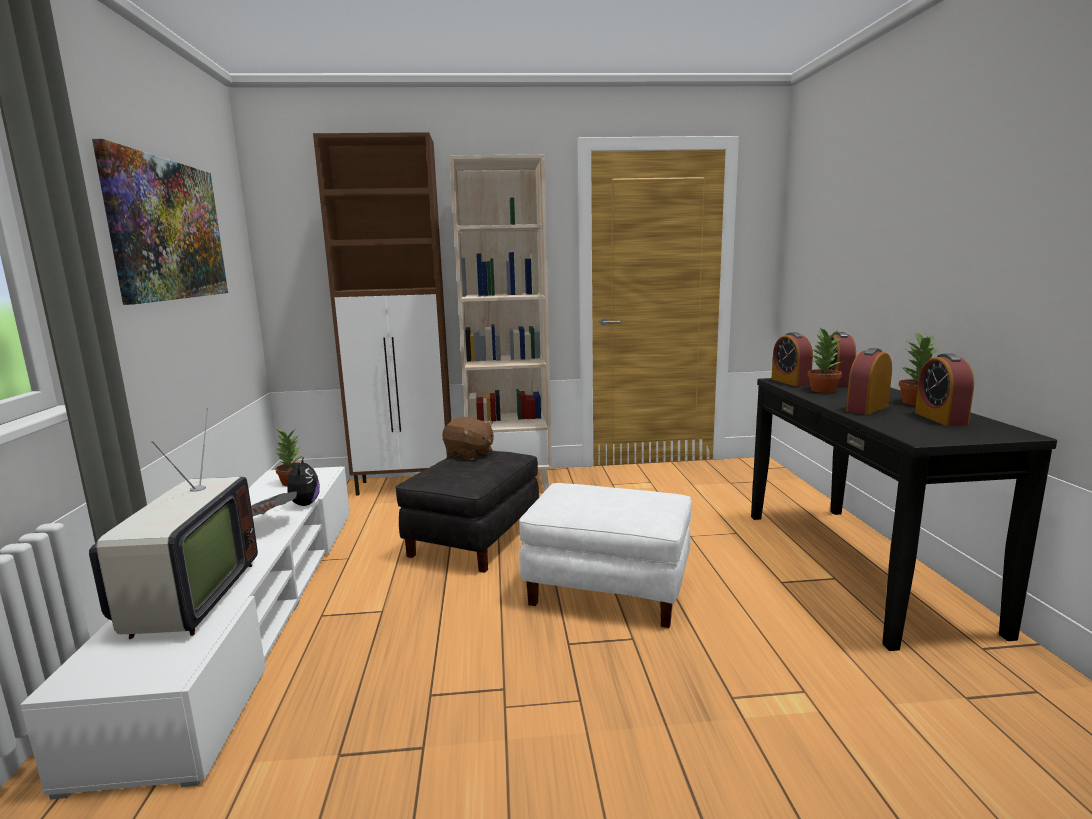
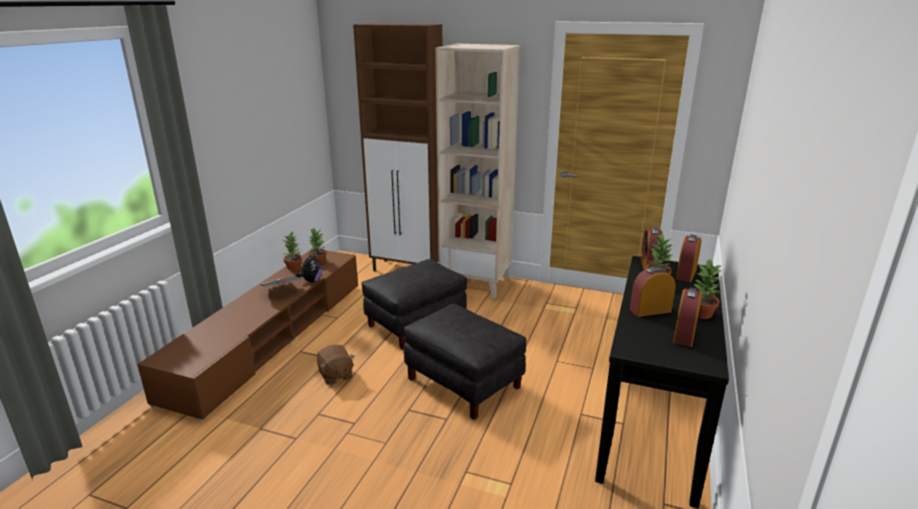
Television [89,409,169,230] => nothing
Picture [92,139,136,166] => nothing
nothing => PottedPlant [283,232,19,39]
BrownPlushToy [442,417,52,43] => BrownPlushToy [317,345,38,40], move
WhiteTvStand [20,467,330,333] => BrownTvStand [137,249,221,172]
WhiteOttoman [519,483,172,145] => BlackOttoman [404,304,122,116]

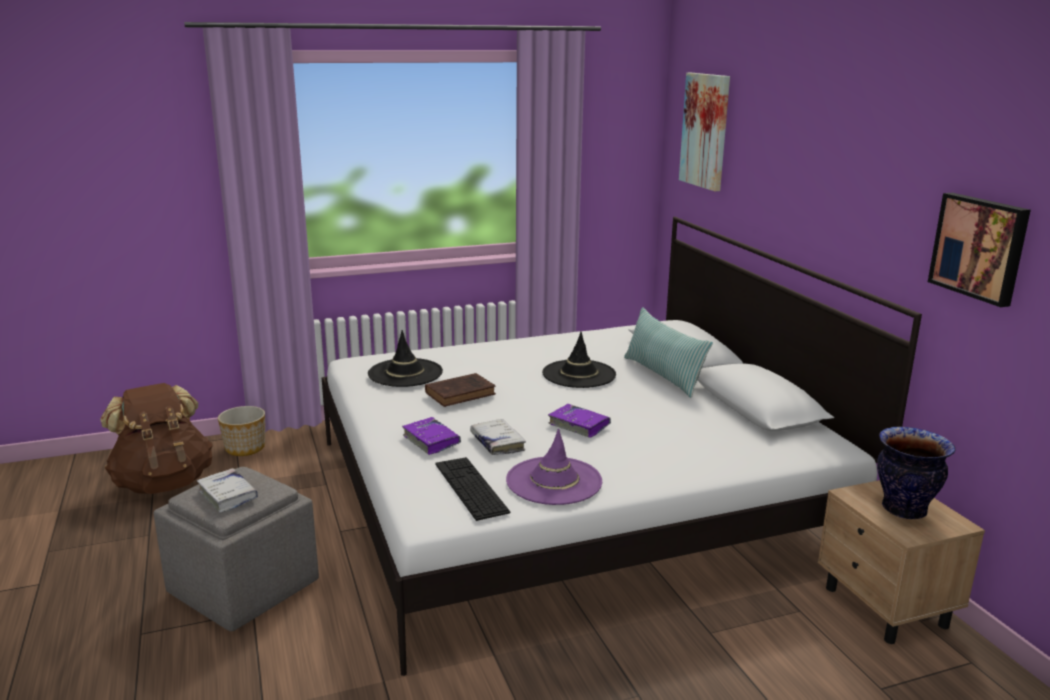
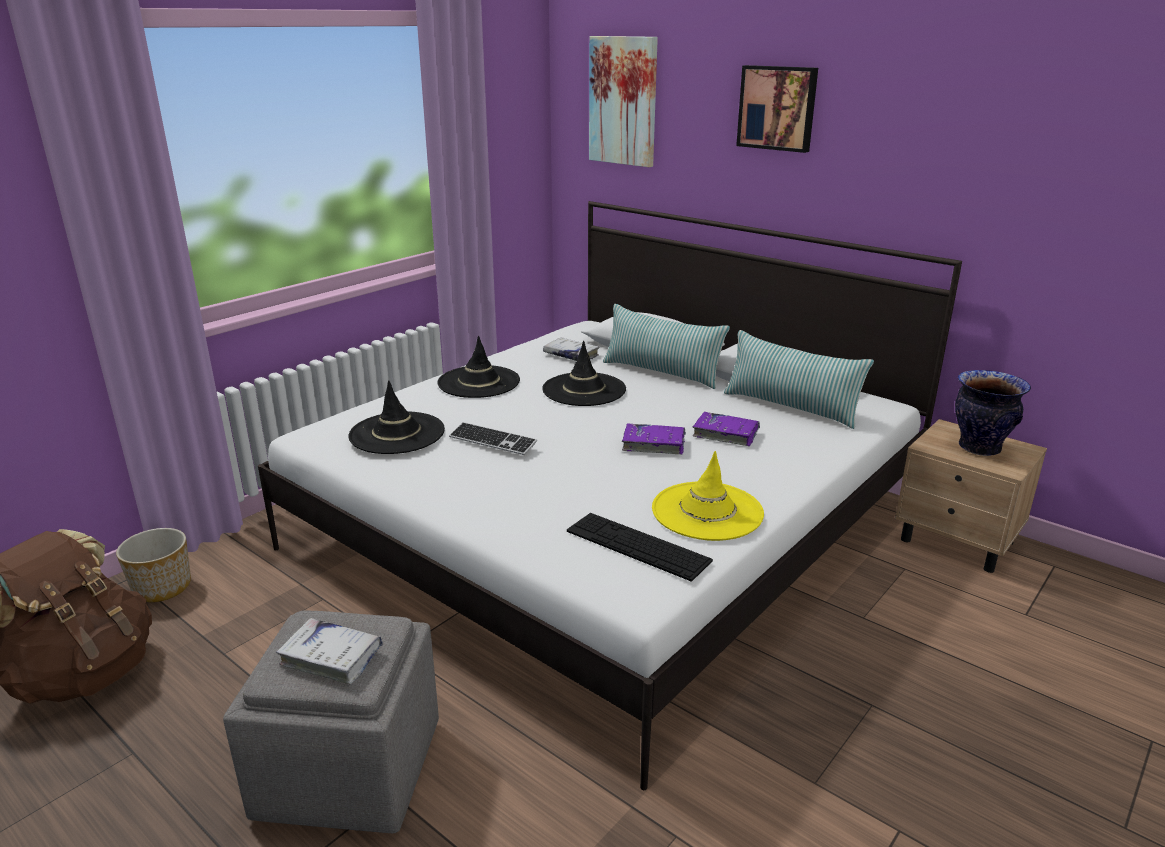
nothing => BlackHat [438,335,82,63]
nothing => Pillow [724,330,150,99]
PurpleBook [402,417,59,38] => PurpleBook [693,412,67,34], move
WhiteBook [470,419,56,36] => WhiteBook [543,337,56,24], move
Picture [928,193,103,114] => Picture [736,65,82,88], move
BrownBook [425,373,71,34] => Keyboard [449,422,88,33]
PurpleHat [506,428,96,77] => YellowHat [652,451,112,90]

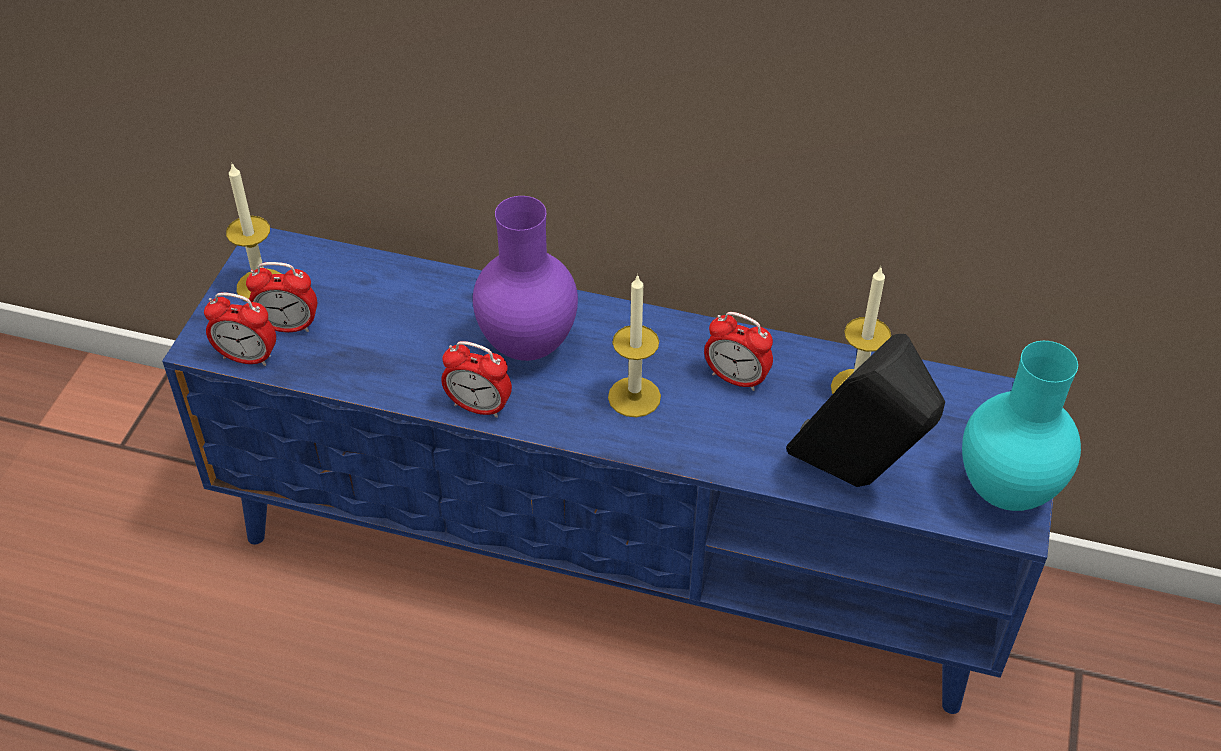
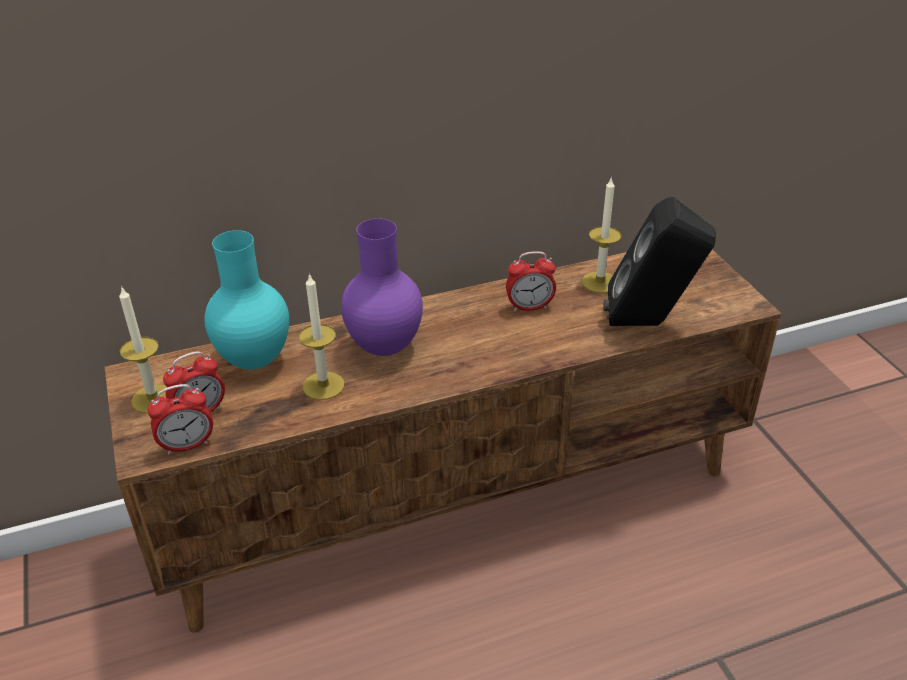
AlarmClock [441,341,71,77] => nothing
Candle [608,274,53,143] => Candle [299,273,45,127], move
TurquoiseVase [962,341,119,170] => TurquoiseVase [204,230,85,140], move
BlueTvStand [162,228,891,486] => BrownTvStand [105,249,676,384]

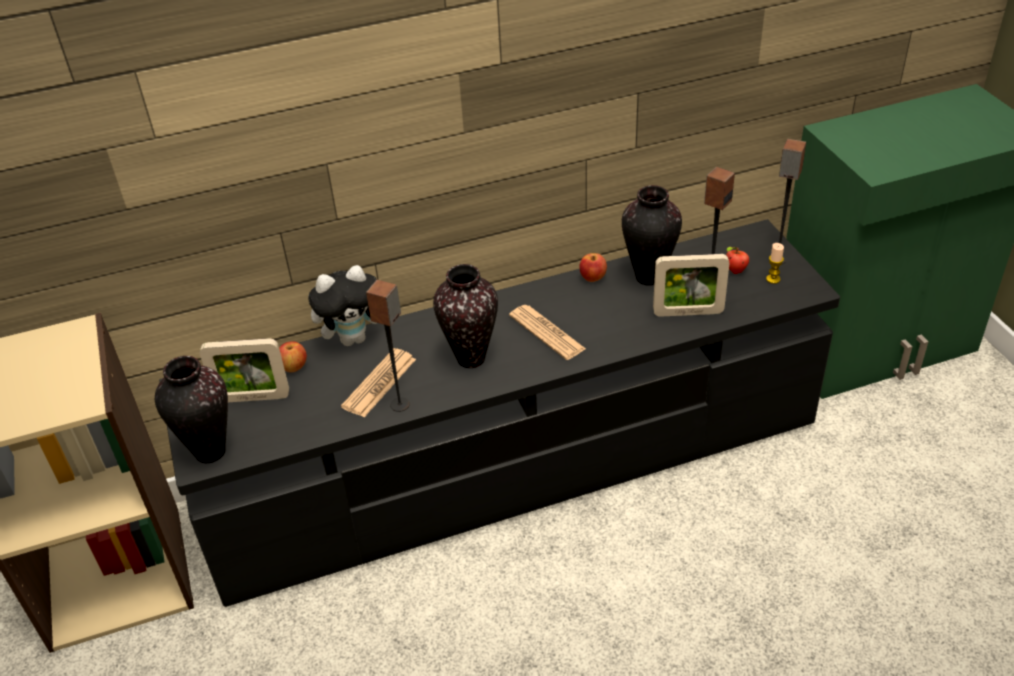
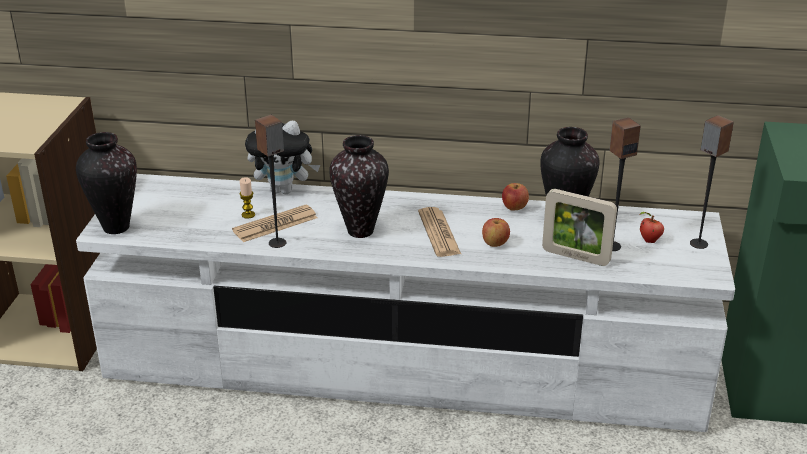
PictureFrame [200,338,89,64] => nothing
Apple [279,341,28,31] => Apple [482,218,28,29], move
Candle [766,243,18,41] => Candle [240,177,15,42], move
BlackTvStand [159,219,681,388] => WhiteTvStand [76,174,659,258]

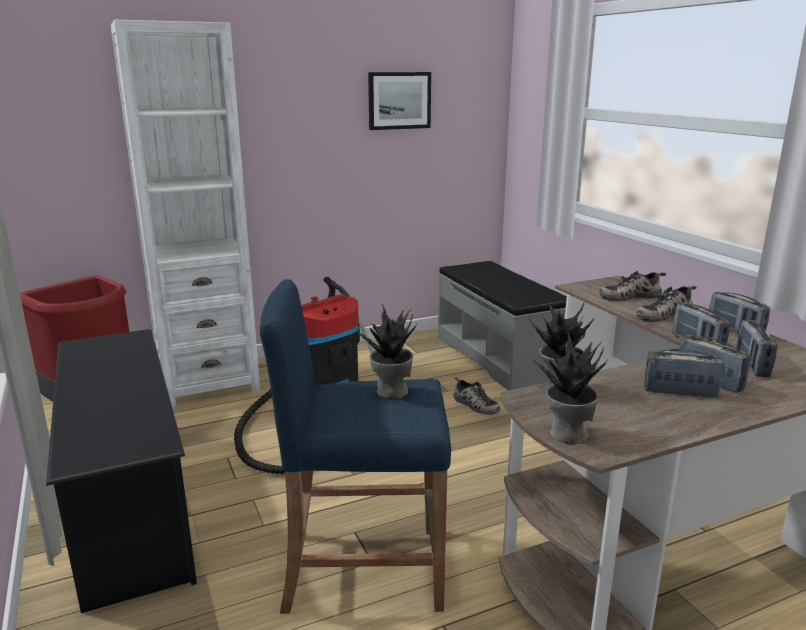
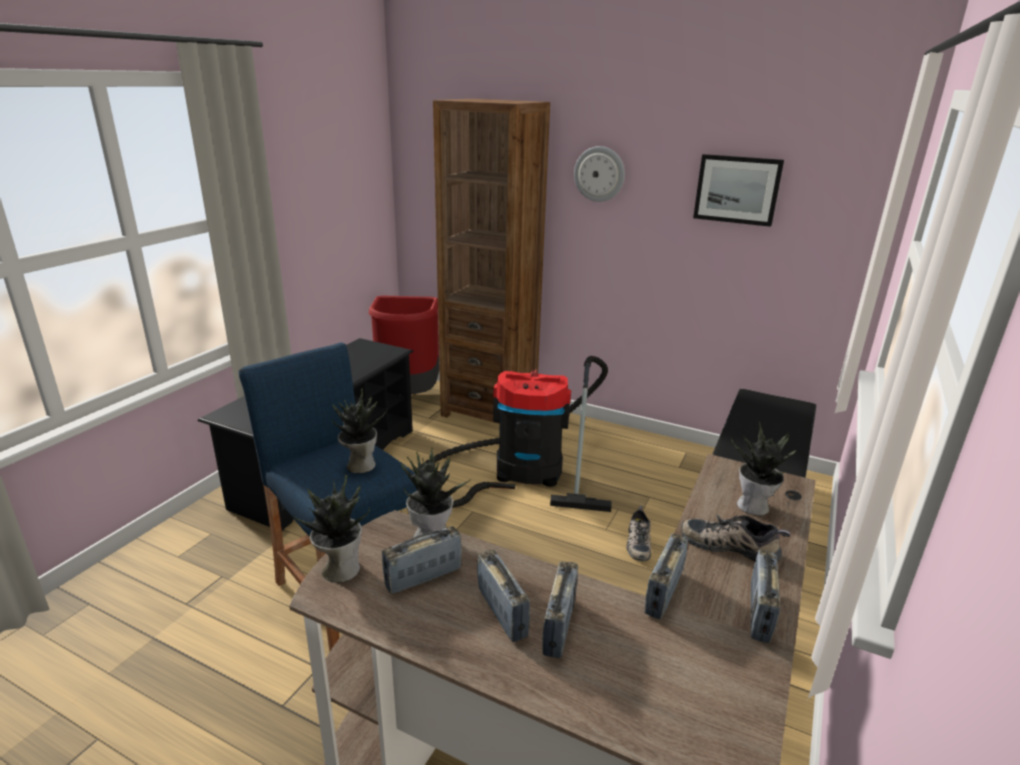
nothing => WallClock [574,146,51,56]
Radio [737,320,41,57] => Radio [382,526,80,68], move
Shoe [599,271,67,30] => PottedPlant [731,422,65,93]
WhiteBookcase [111,20,149,388] => BrownBookcase [433,99,117,325]

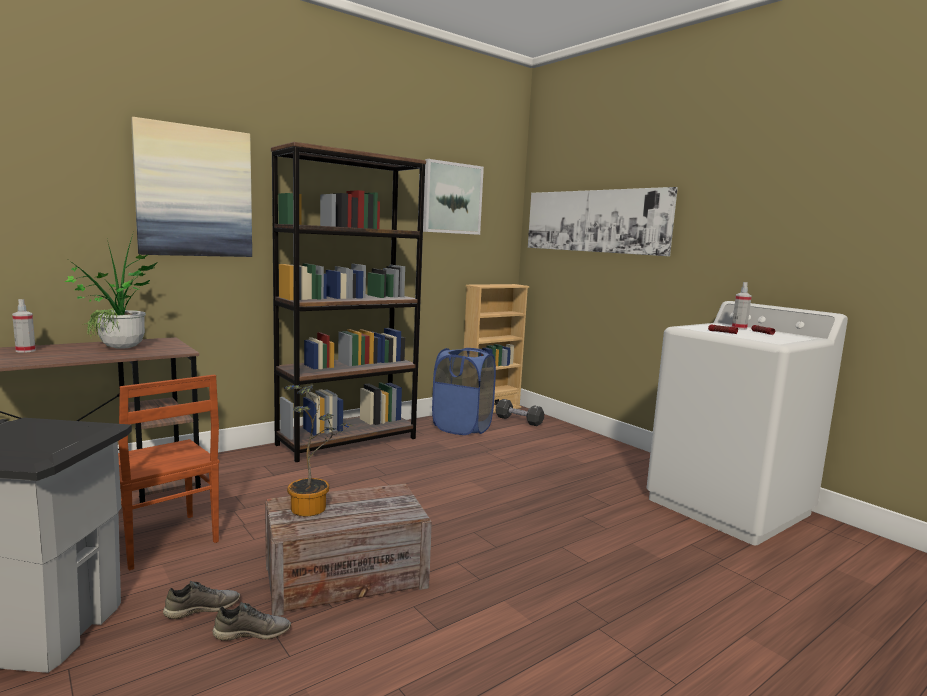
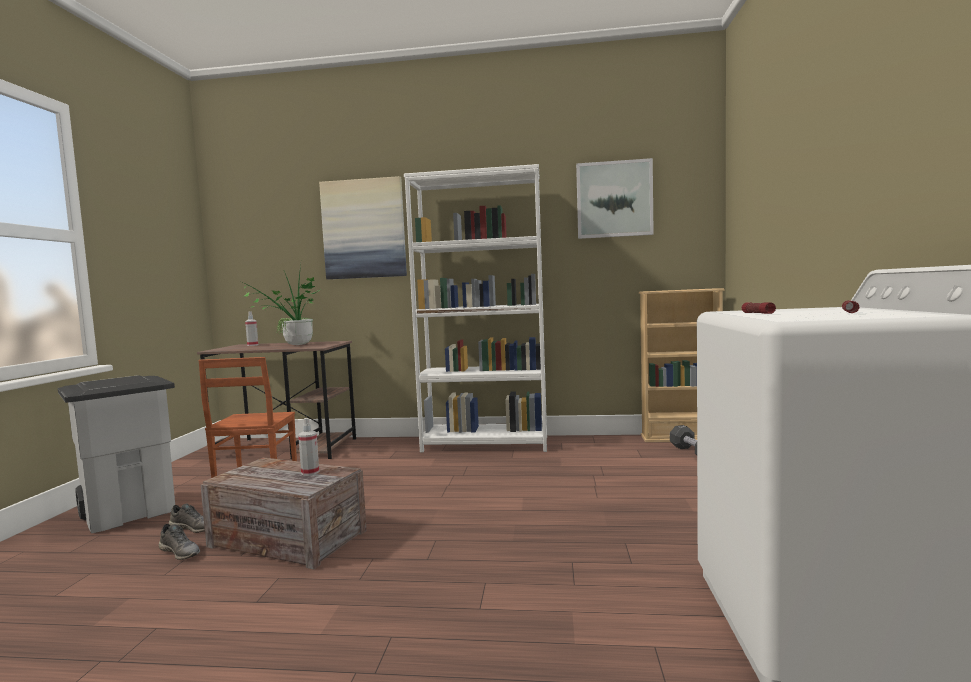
PottedPlant [285,385,69,131] => nothing
BlueLaundryBasket [432,348,64,87] => nothing
Picture [528,187,150,69] => nothing
SprayBottle [732,282,20,48] => SprayBottle [298,418,21,58], move
BrownBookcase [271,142,155,320] => WhiteBookcase [404,164,143,289]

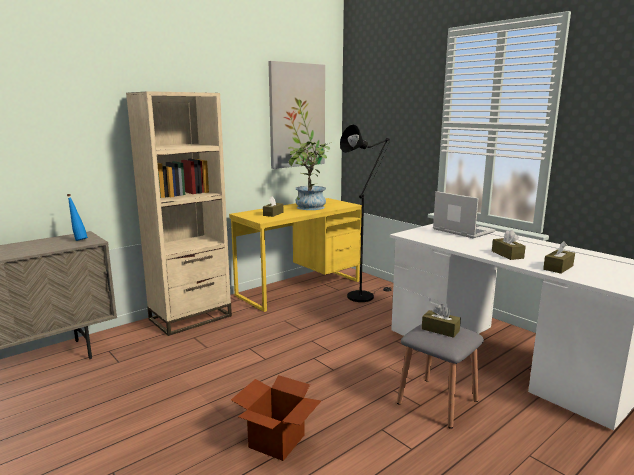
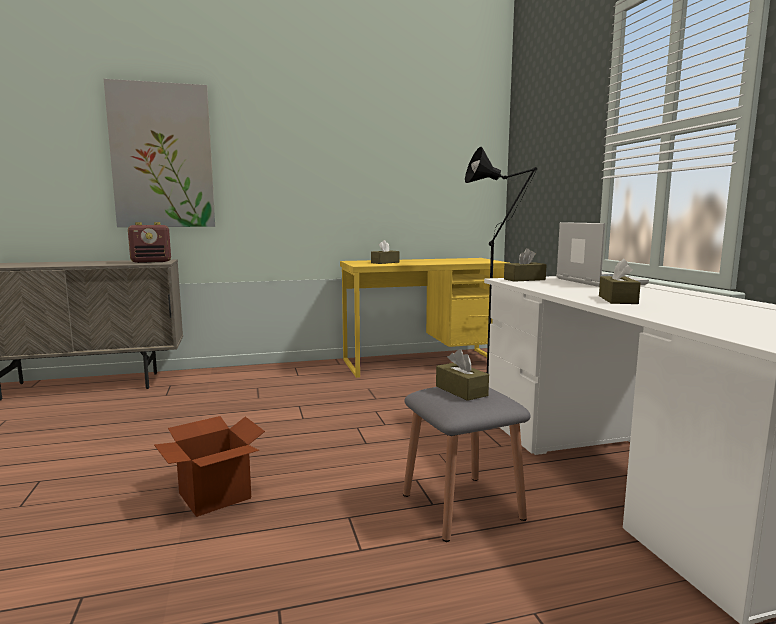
BeigeBookcase [126,91,106,245] => nothing
PottedPlant [288,141,42,69] => nothing
Picture [268,61,57,108] => Picture [104,79,111,148], move
BrownTissueBox [543,241,32,33] => BrownTissueBox [504,248,43,34], move
BlueBottle [67,194,21,47] => Radio [128,222,43,41]

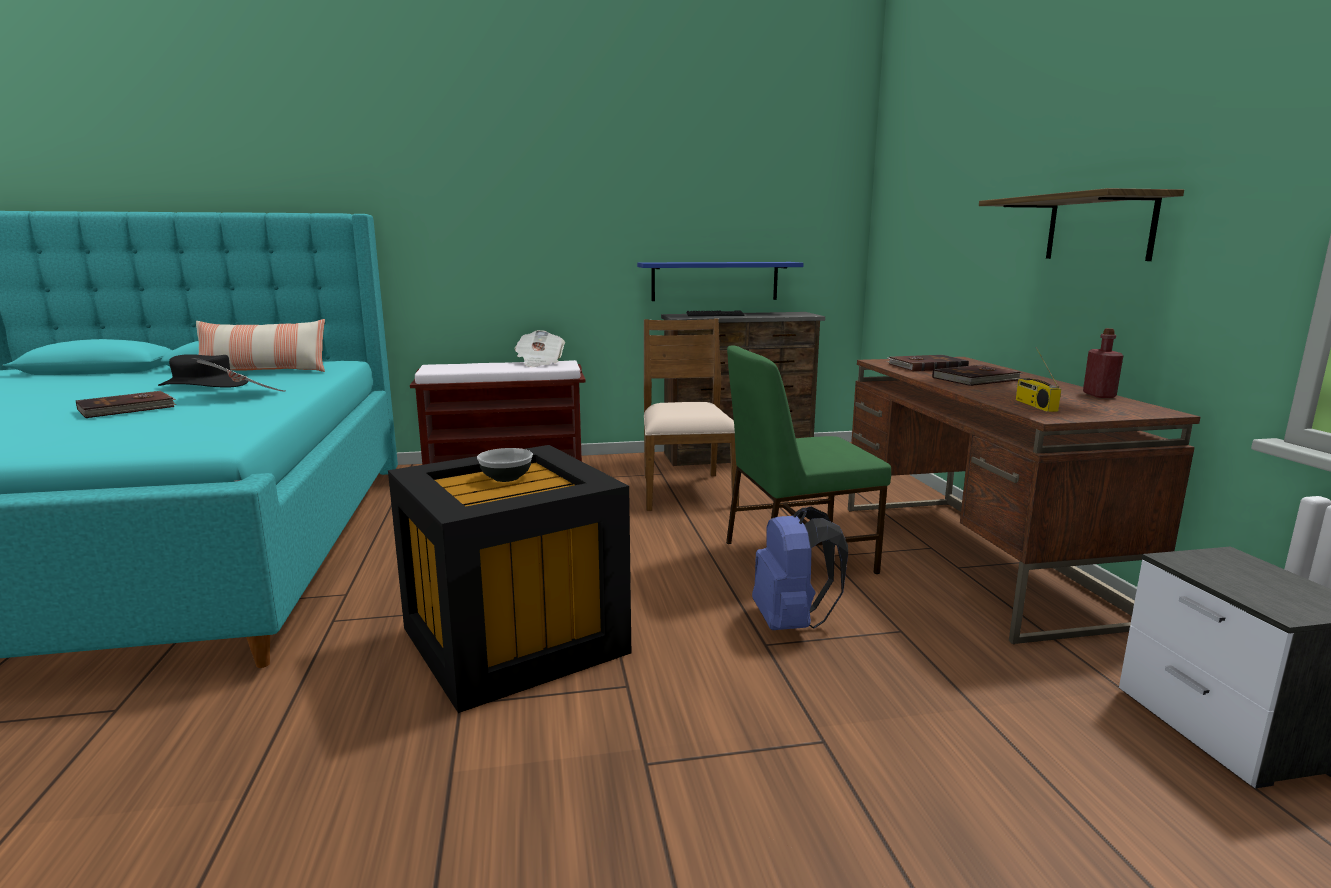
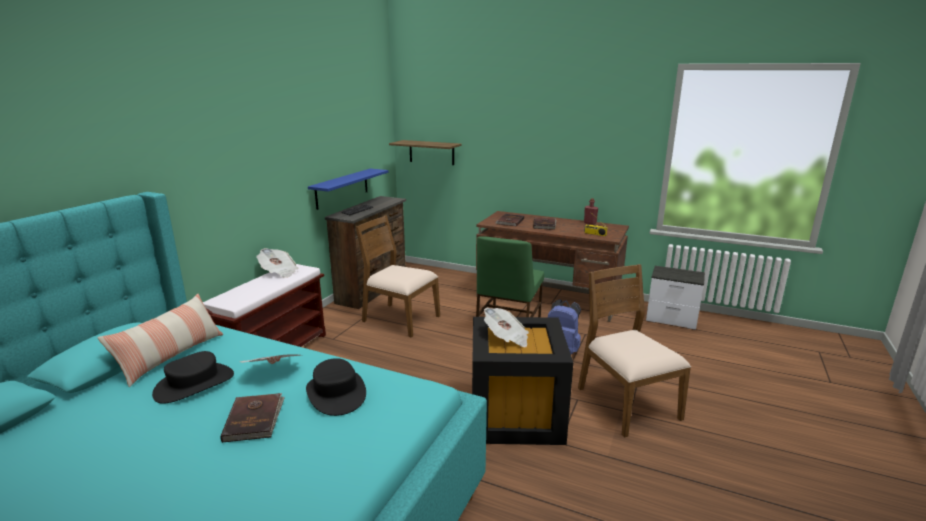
nothing => BlackHat [306,358,60,58]
nothing => BrownChair [578,264,113,174]
Shelf [979,188,205,73] => Shelf [389,140,73,25], move
Bowl [477,448,56,34] => Newspaper [484,308,45,39]

